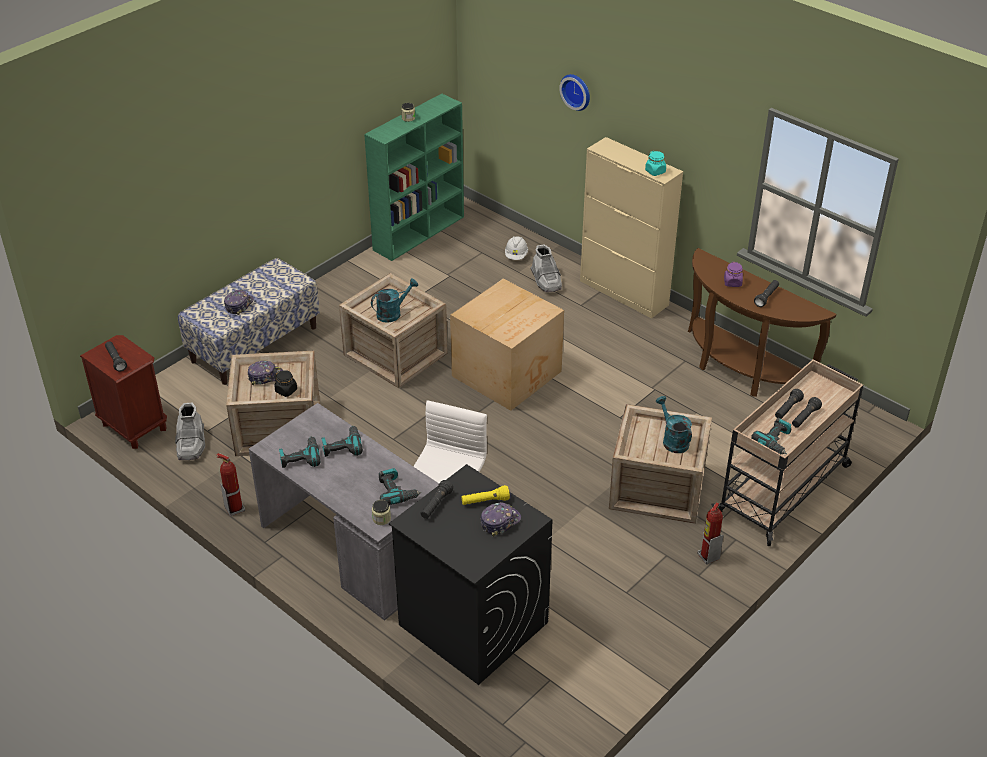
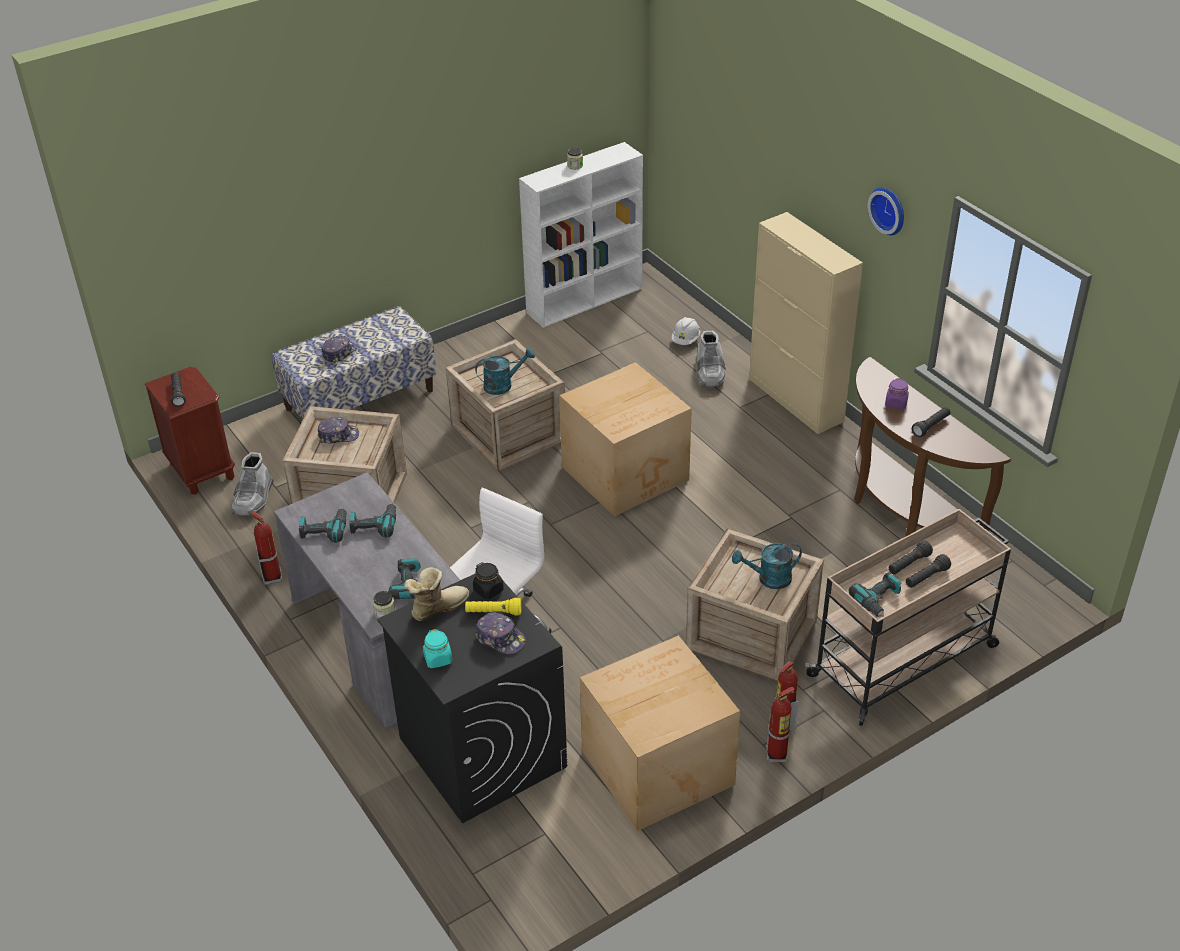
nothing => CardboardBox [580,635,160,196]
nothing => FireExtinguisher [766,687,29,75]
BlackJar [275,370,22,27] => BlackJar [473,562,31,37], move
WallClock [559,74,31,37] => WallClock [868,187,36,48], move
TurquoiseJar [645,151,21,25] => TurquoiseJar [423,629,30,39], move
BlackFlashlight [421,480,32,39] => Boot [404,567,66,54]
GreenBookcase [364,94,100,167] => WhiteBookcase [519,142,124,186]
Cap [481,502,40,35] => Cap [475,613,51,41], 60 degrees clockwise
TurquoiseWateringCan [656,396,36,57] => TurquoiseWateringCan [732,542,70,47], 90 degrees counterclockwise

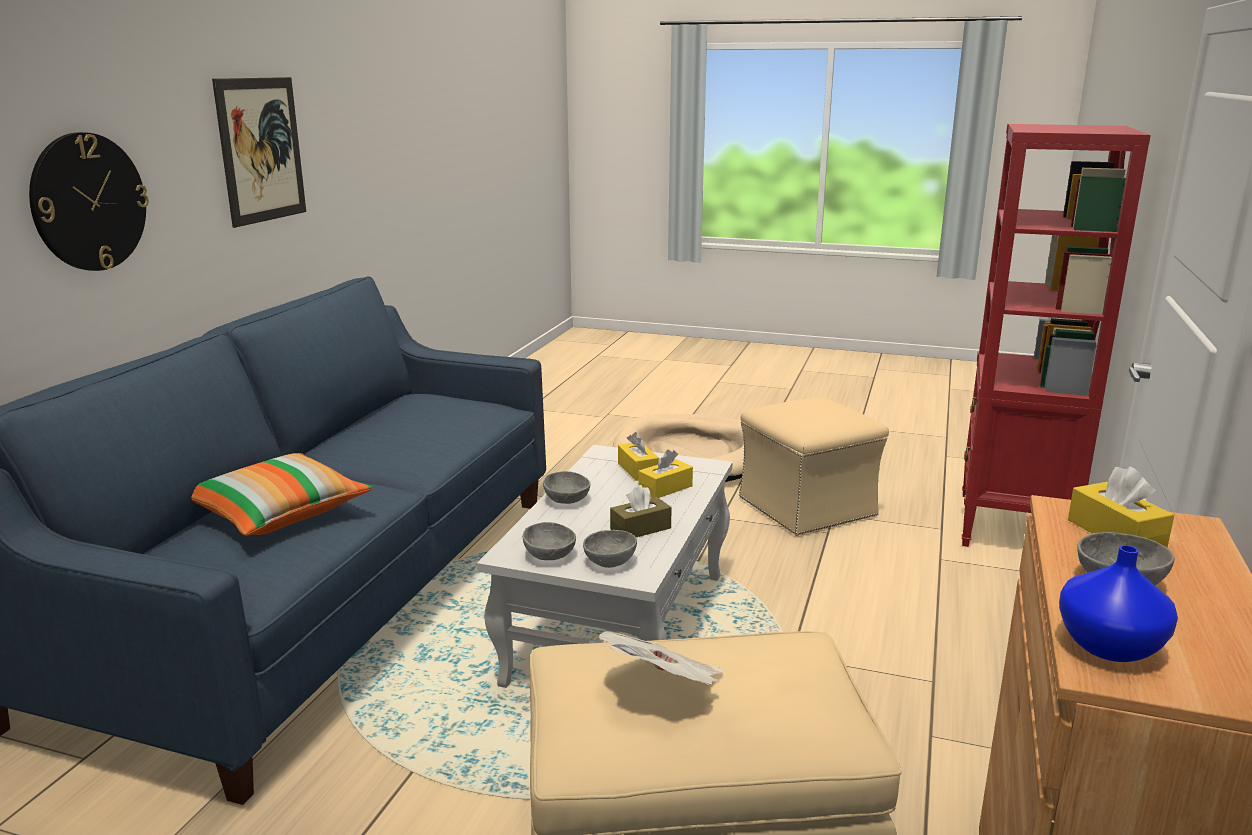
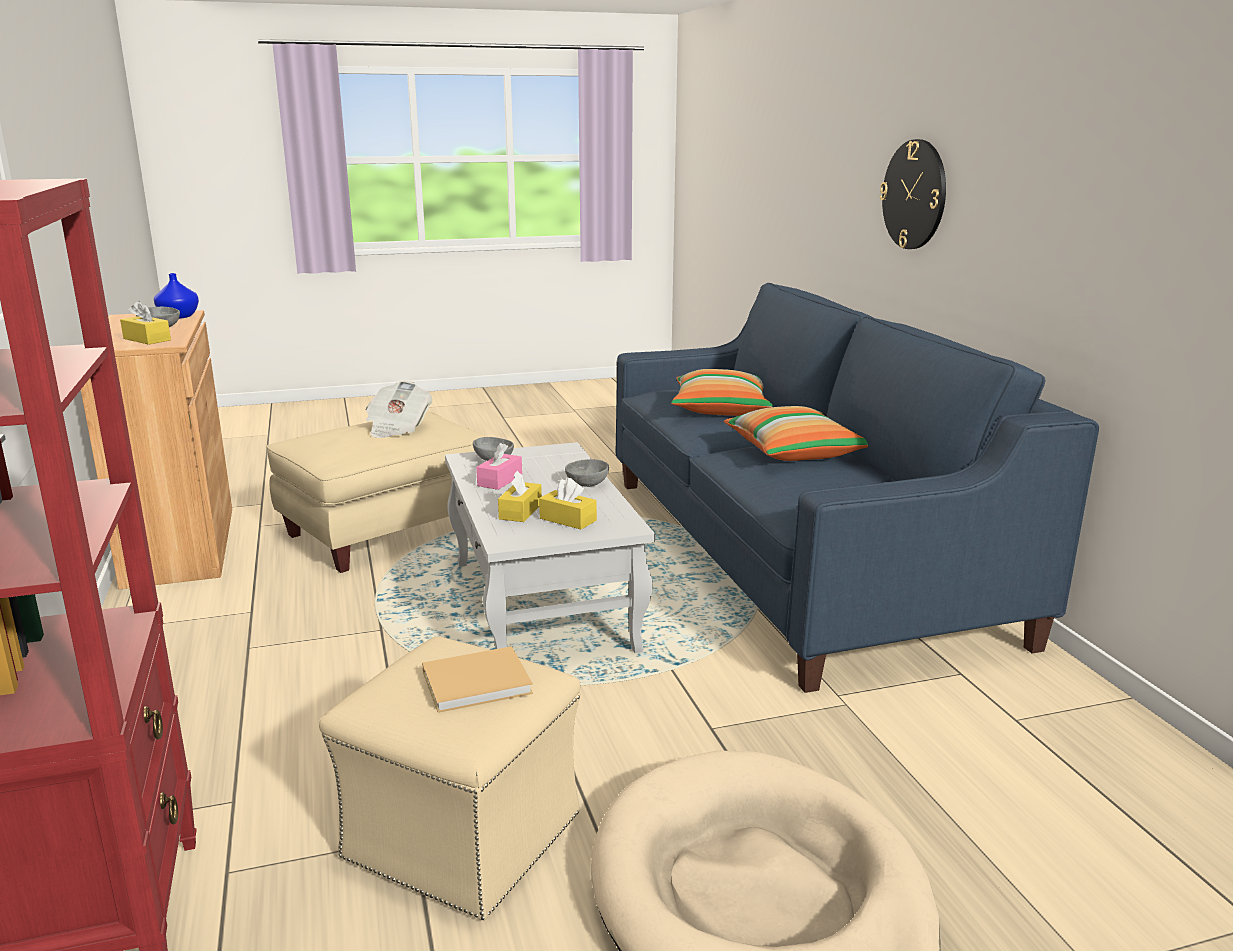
Picture [212,77,94,151] => nothing
GreyBowl [523,522,53,38] => nothing
nothing => BeigeBook [422,646,111,67]
nothing => Pillow [724,406,144,55]
BrownTissueBox [610,485,62,52] => PinkTissueBox [476,443,46,47]

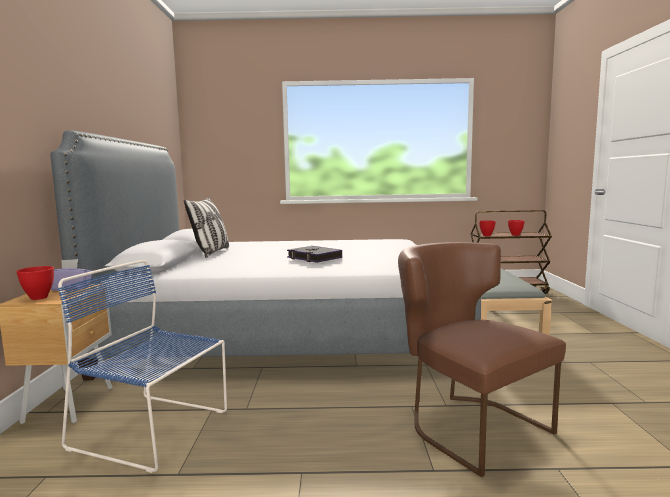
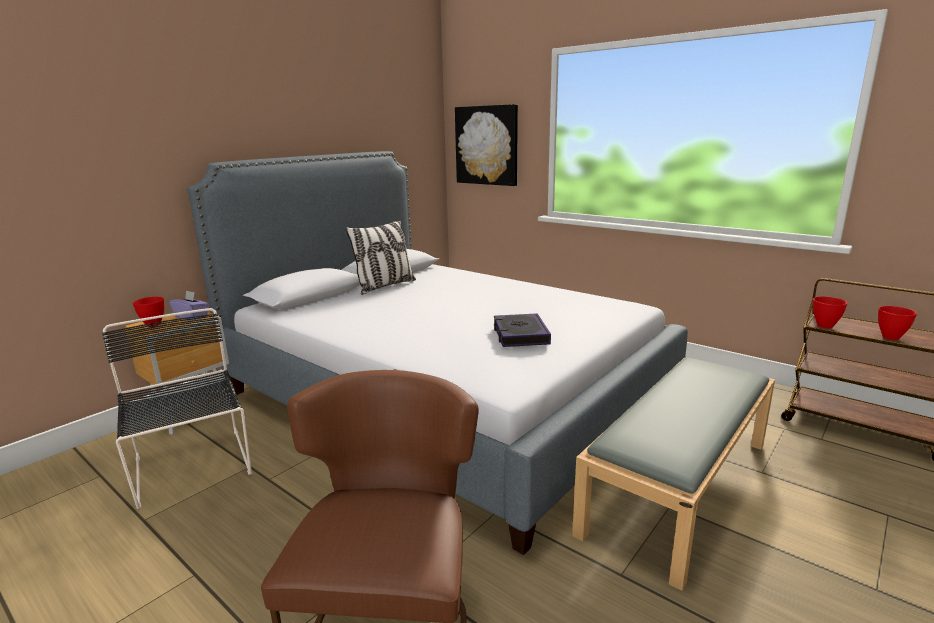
nothing => Picture [455,104,63,82]
Book [287,246,55,17] => Book [494,313,57,34], move
BlueChair [58,260,169,213] => BlackChair [102,308,150,201]

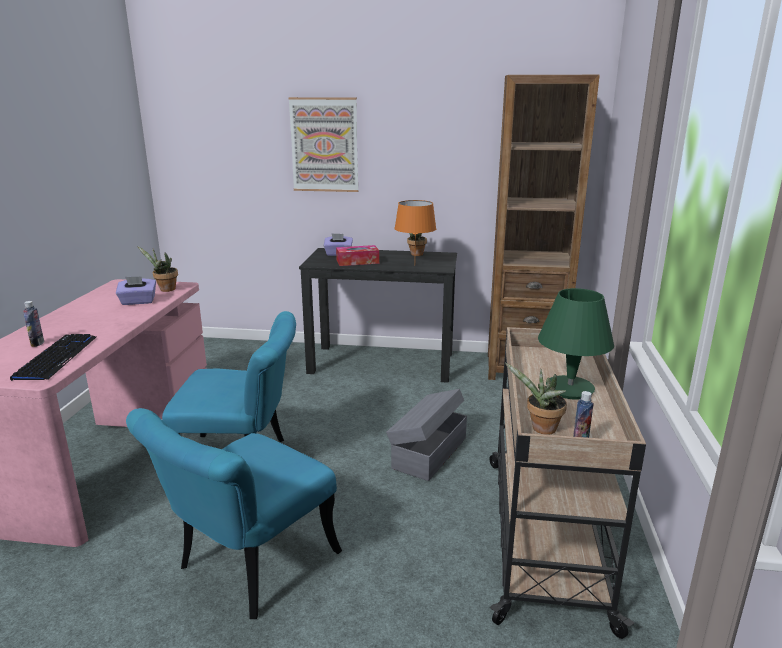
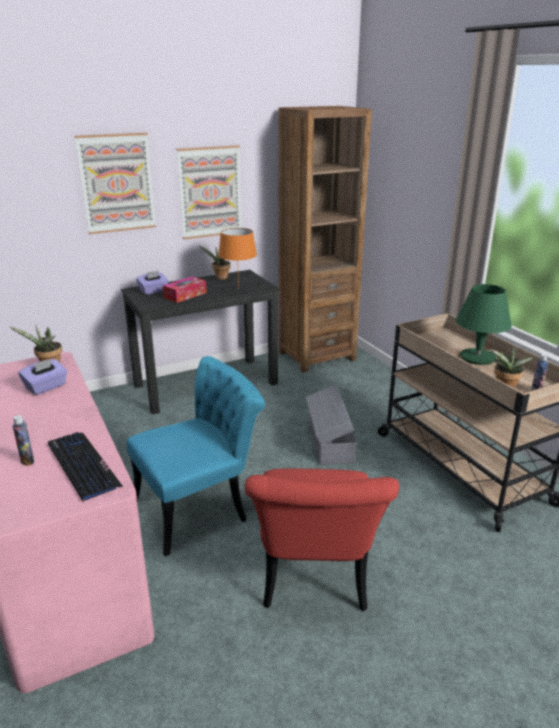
nothing => Picture [176,145,66,94]
TurquoiseChair [126,408,216,211] => RedChair [245,468,154,143]

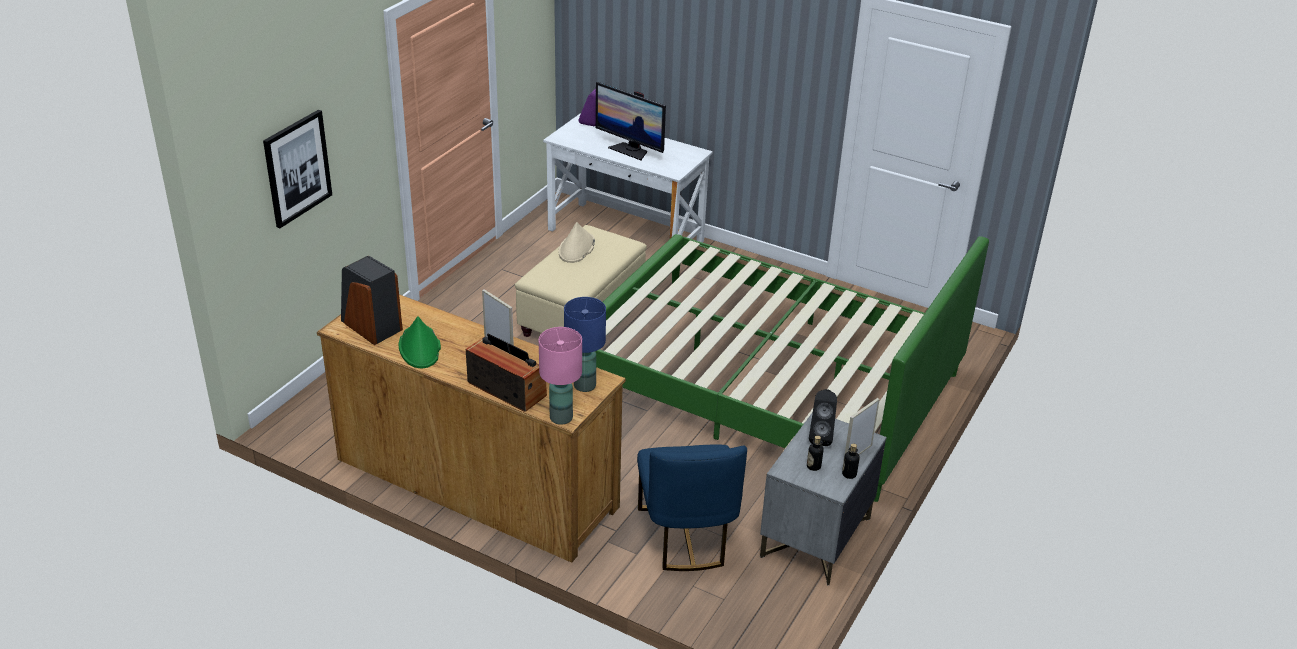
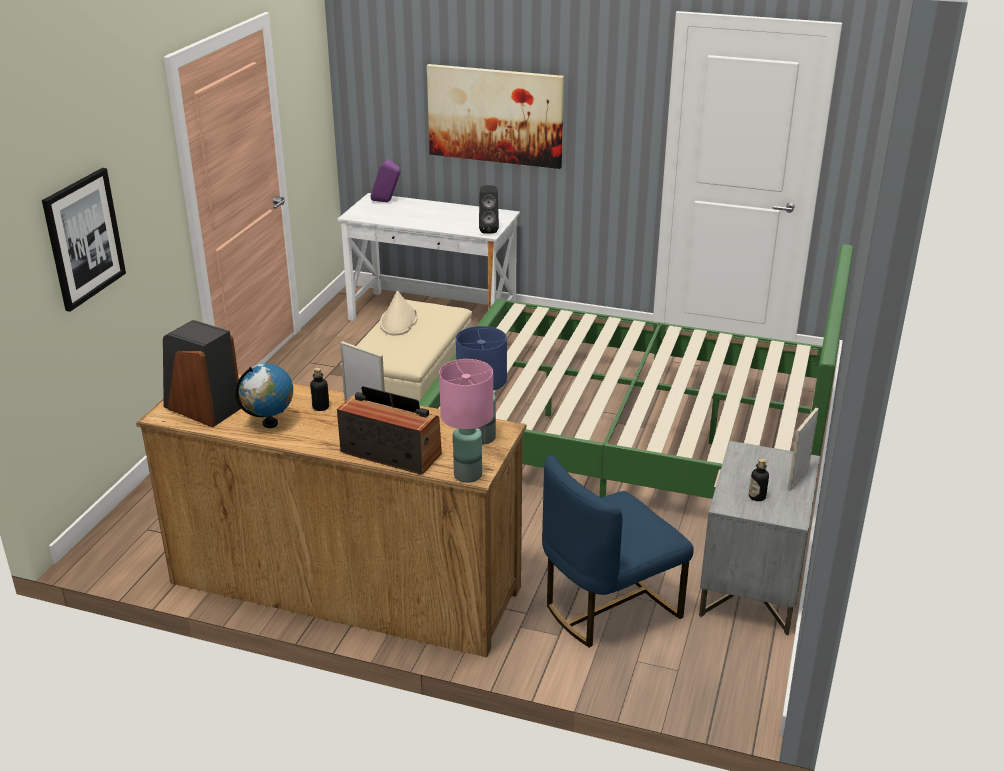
Monitor [596,82,70,78] => nothing
nothing => Picture [427,64,137,105]
BlackSpeaker [809,389,28,57] => BlackSpeaker [479,185,20,48], move
Bottle [842,443,17,36] => Bottle [310,367,19,44], move
GreenHat [399,316,42,52] => Globe [235,363,58,65]
BlueChair [637,445,110,126] => BlueChair [542,455,152,193], 75 degrees clockwise

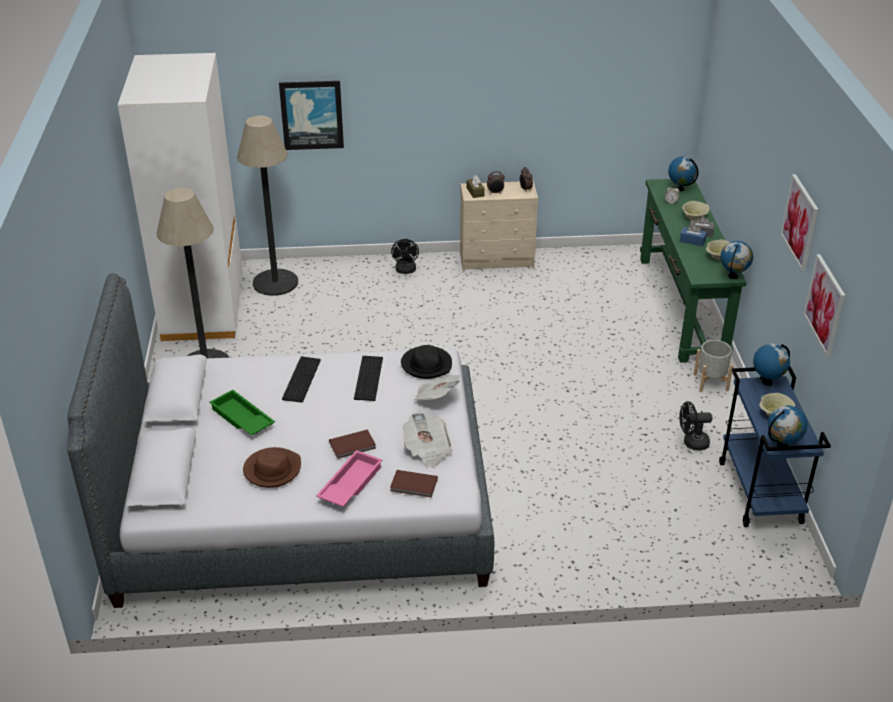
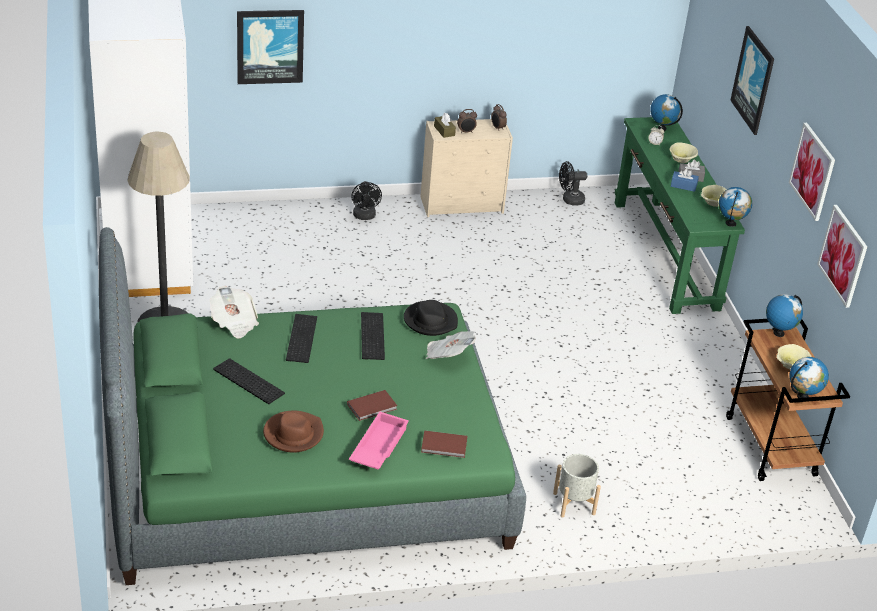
FloorLamp [237,116,61,180] => nothing
nothing => Picture [730,26,44,109]
Newspaper [402,412,50,55] => Newspaper [209,286,50,53], move
BlackFan [679,401,33,50] => BlackFan [559,161,28,45], move
GreyPlanter [693,340,40,52] => GreyPlanter [553,454,48,64], move
GreenTray [209,390,66,45] => Keyboard [213,358,72,46]
GreyBed [67,273,427,335] => GreenBed [99,227,427,358]
BlueCart [719,366,112,161] => BrownCart [726,319,124,162]

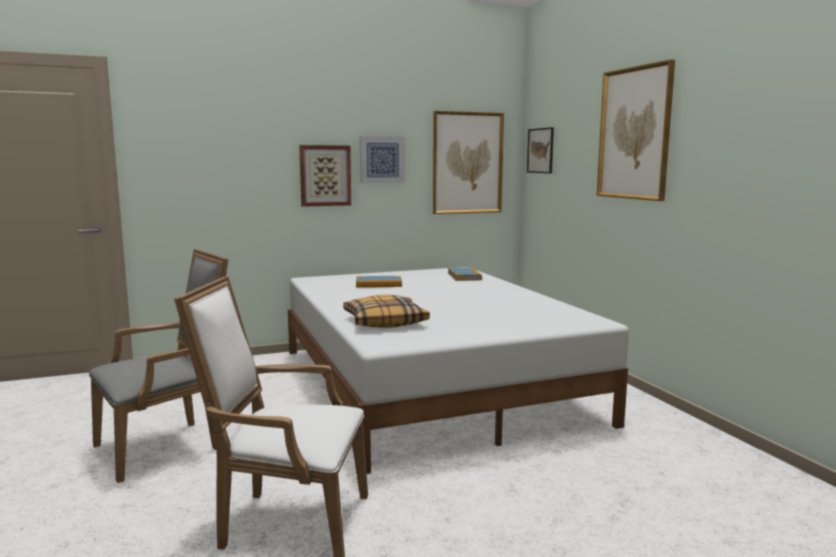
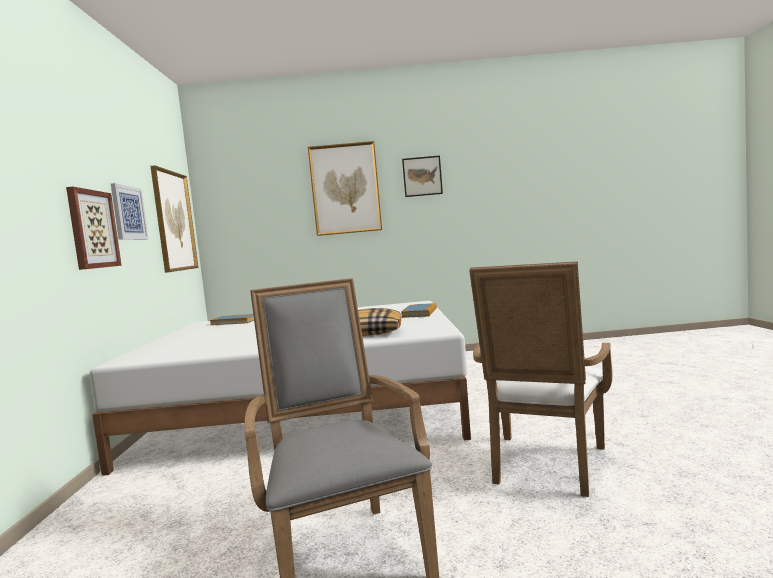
Book [356,276,46,11] => Book [401,303,36,15], move
Picture [527,127,27,46] => Picture [402,156,41,41], move

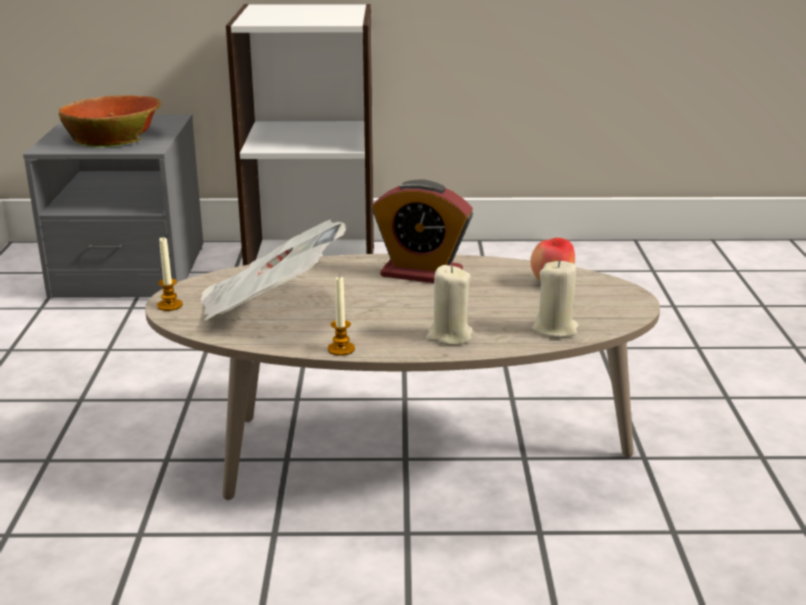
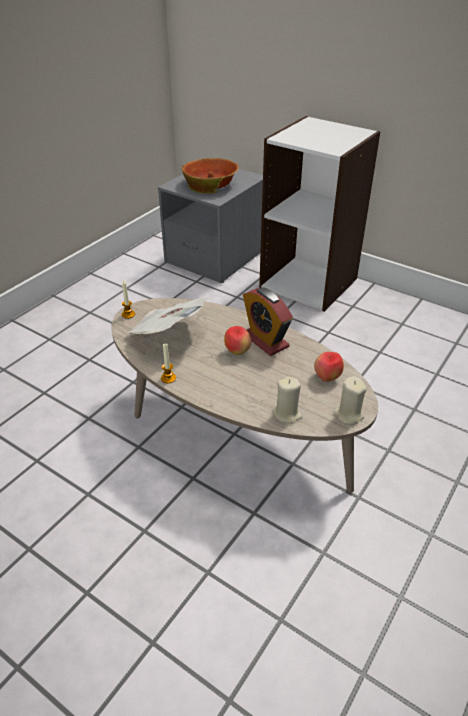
nothing => Apple [224,326,27,29]
BeigeCandle [426,265,47,80] => BeigeCandle [333,376,34,49], move

